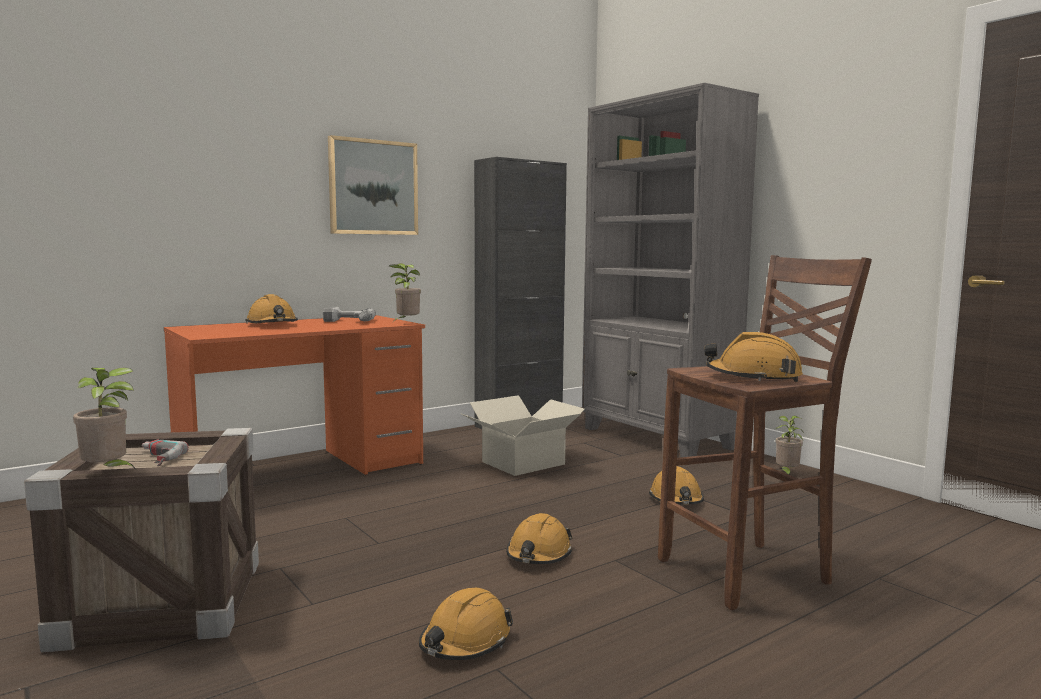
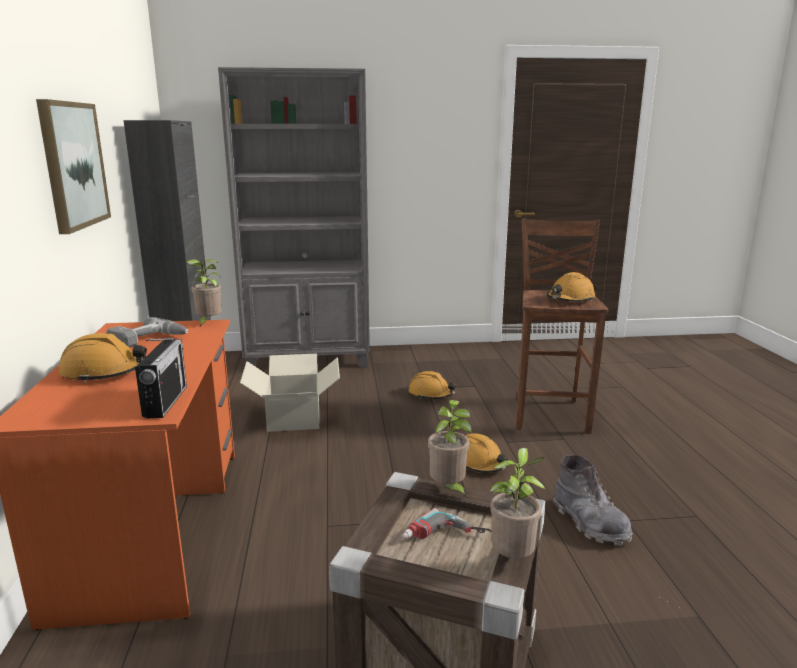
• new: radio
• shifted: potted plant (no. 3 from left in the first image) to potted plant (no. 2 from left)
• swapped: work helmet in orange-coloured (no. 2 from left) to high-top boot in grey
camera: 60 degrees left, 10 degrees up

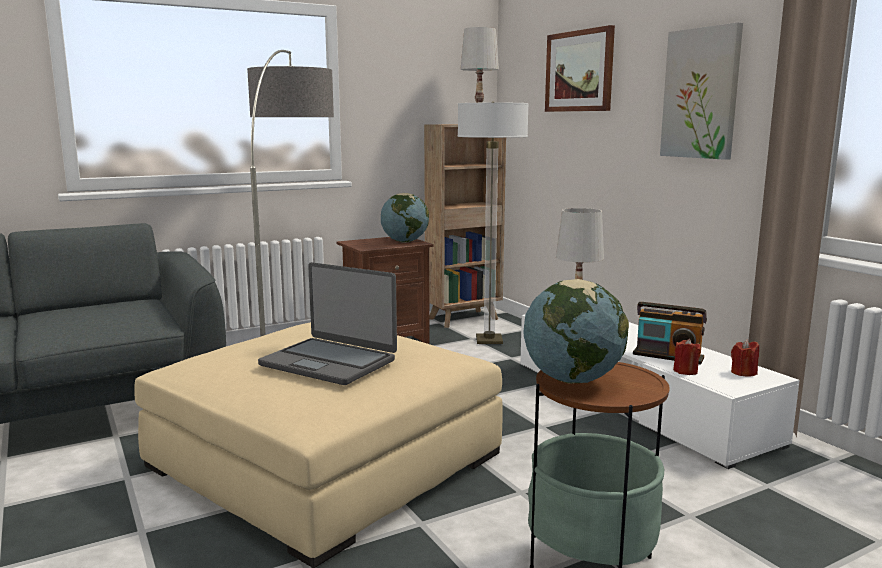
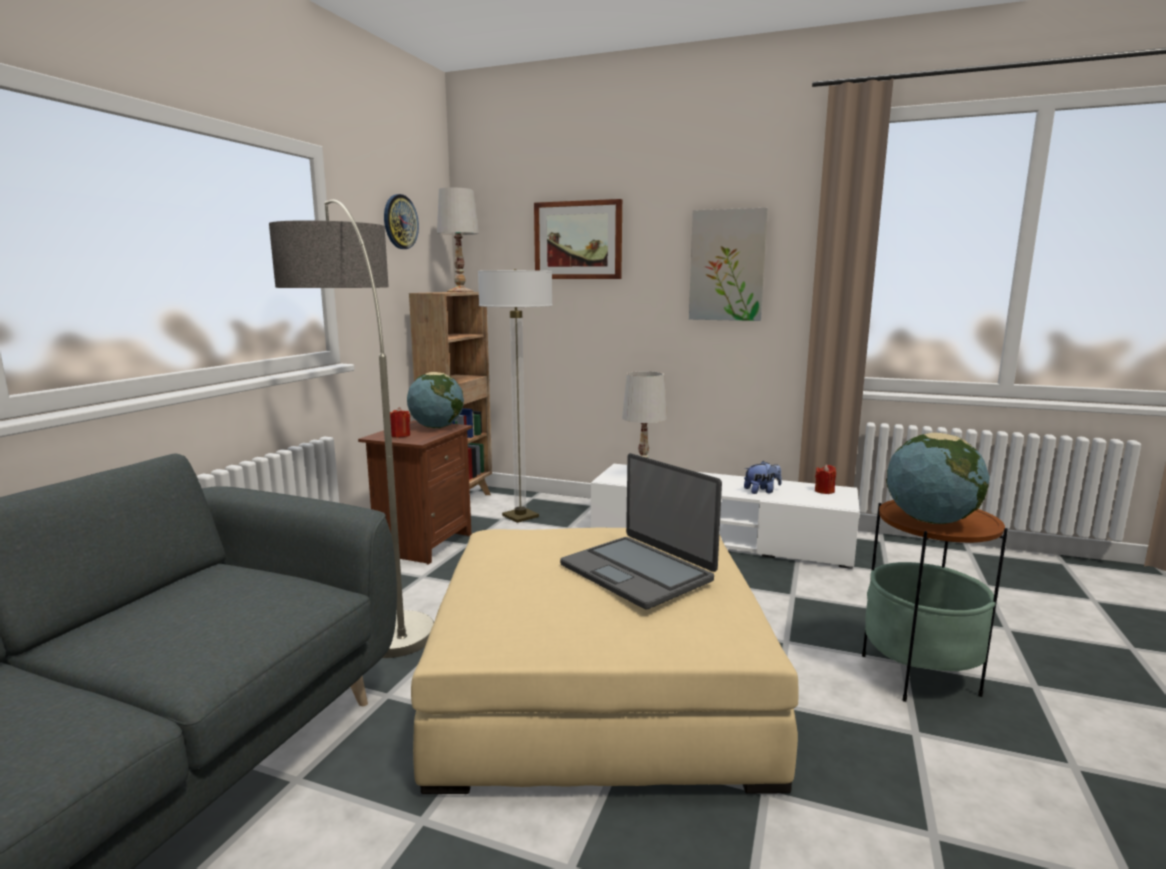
• new: clock on the wall
• shifted: wax candle in red (no. 1 from left)
• swapped: radio to plush toy
• rotated: laptop 60 degrees clockwise
camera: 40 degrees left, 0 degrees up

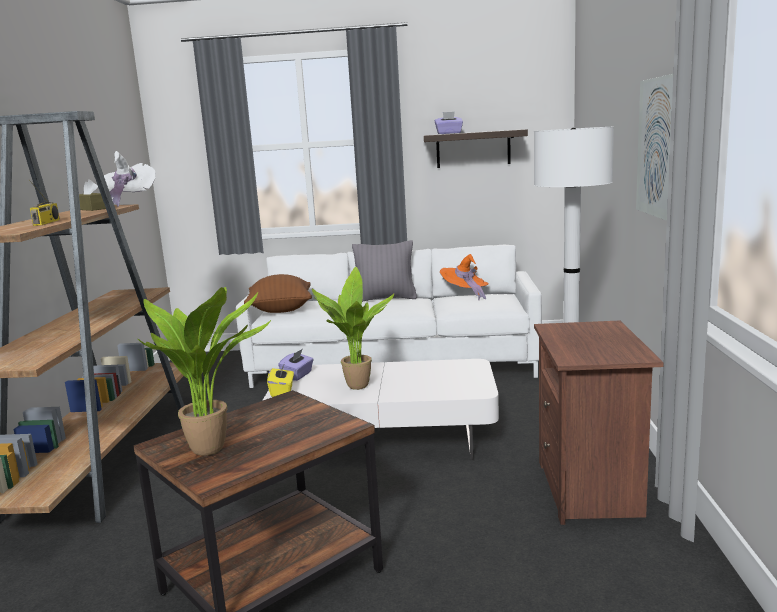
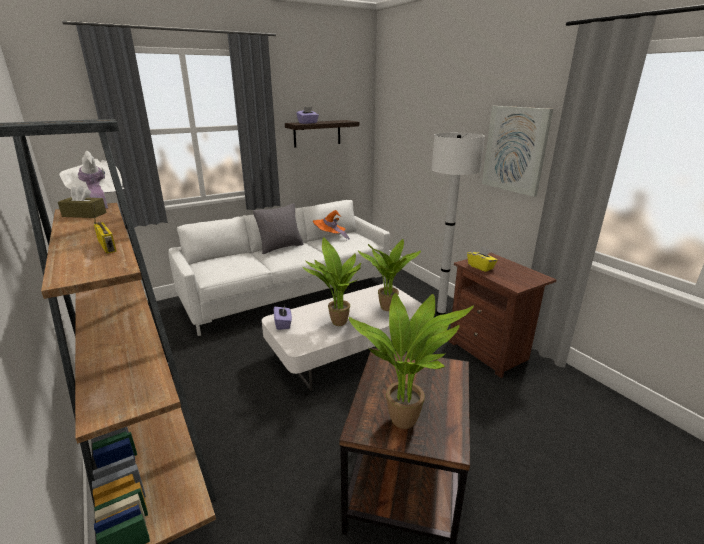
• gone: cushion in brown-coloured
• new: potted plant (no. 2 from left)
• shifted: box of tissues in yellowish
camera: 35 degrees left, 10 degrees up

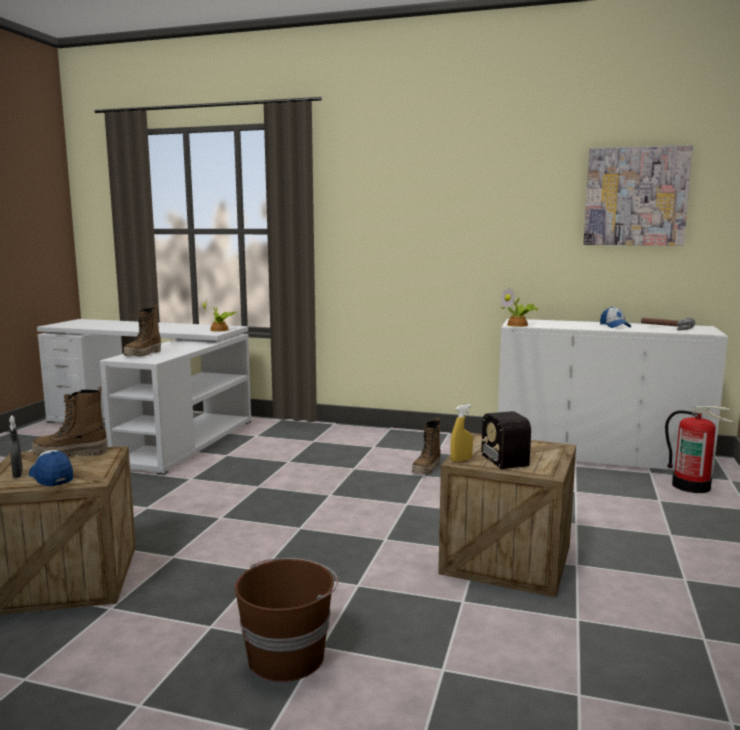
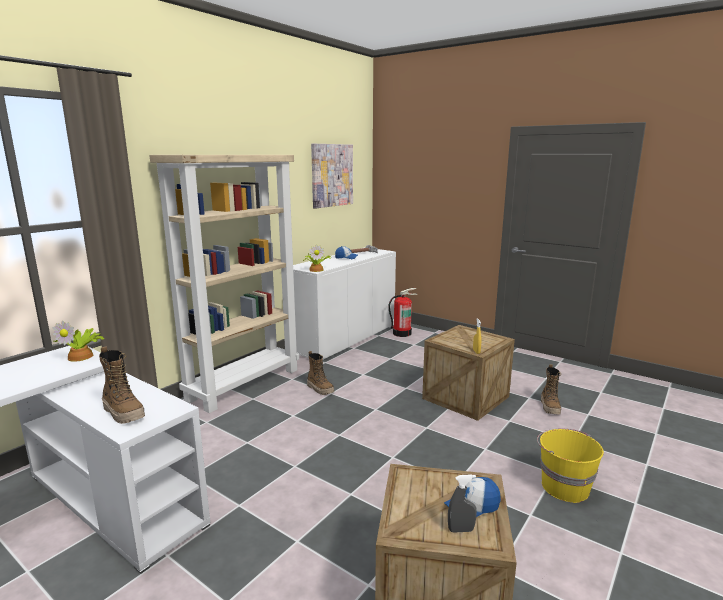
• gone: radio
• new: shelving unit in beige-coloured
• shifted: high-top boot (no. 1 from left in the first image) to high-top boot (no. 3 from left)
• repainted: bucket in brown-coloured to bucket in yellowish
camera: 70 degrees left, 5 degrees up

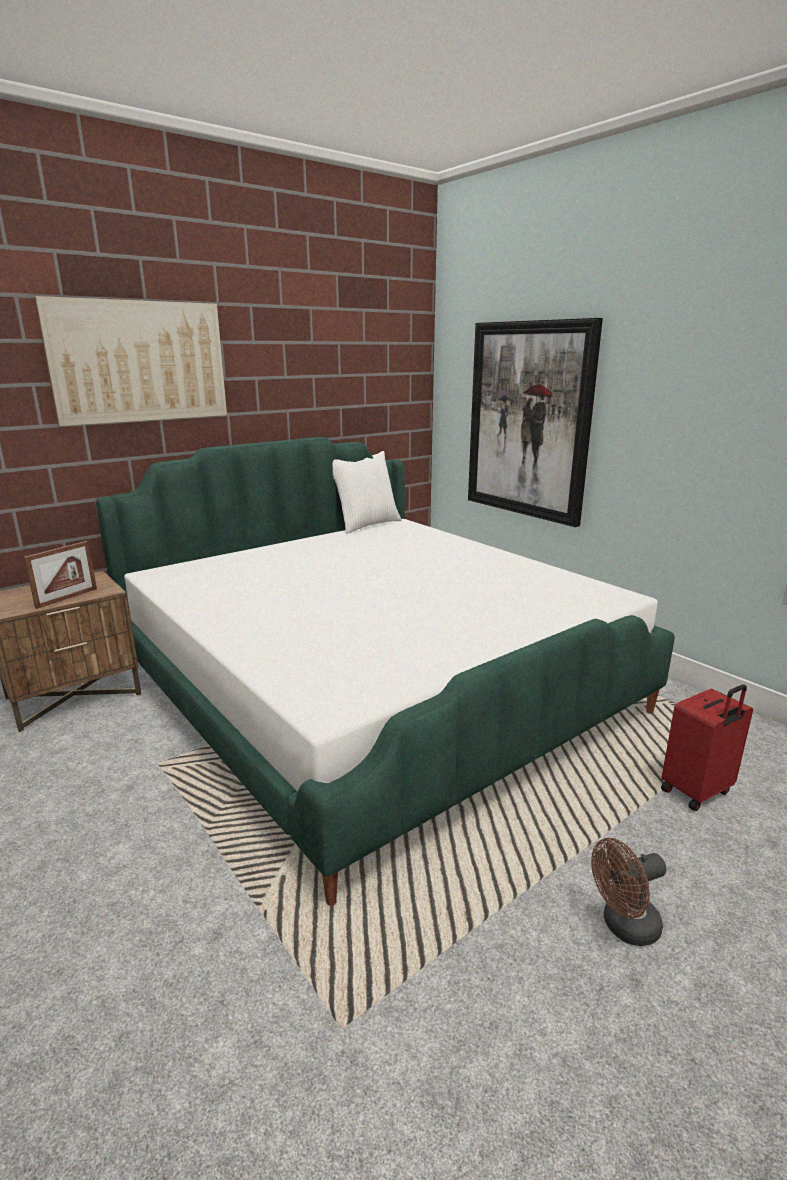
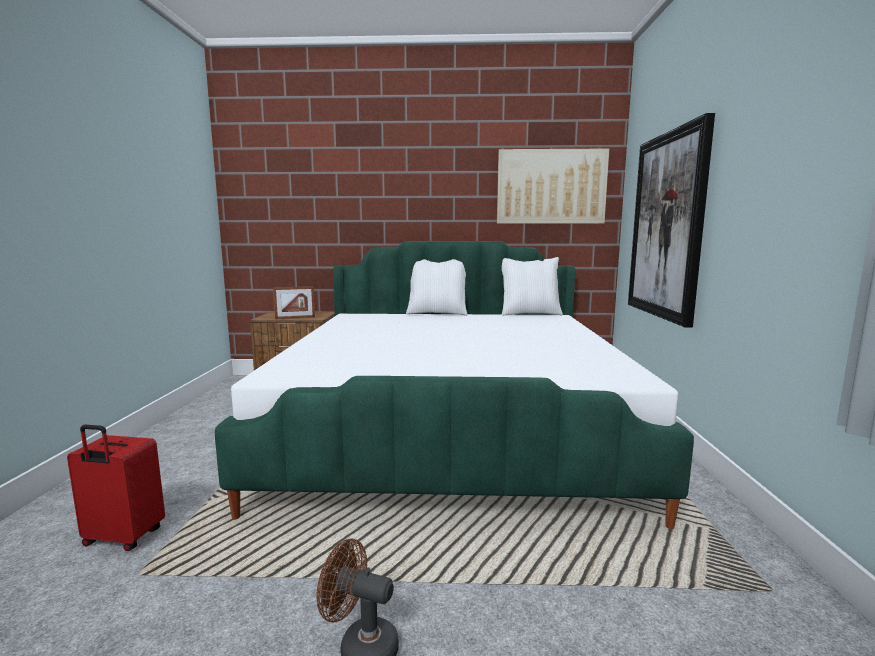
• new: cushion in white-coloured (no. 1 from left)
• shifted: wall art (no. 1 from left)
• shifted: travel case in red
camera: 40 degrees right, 10 degrees down

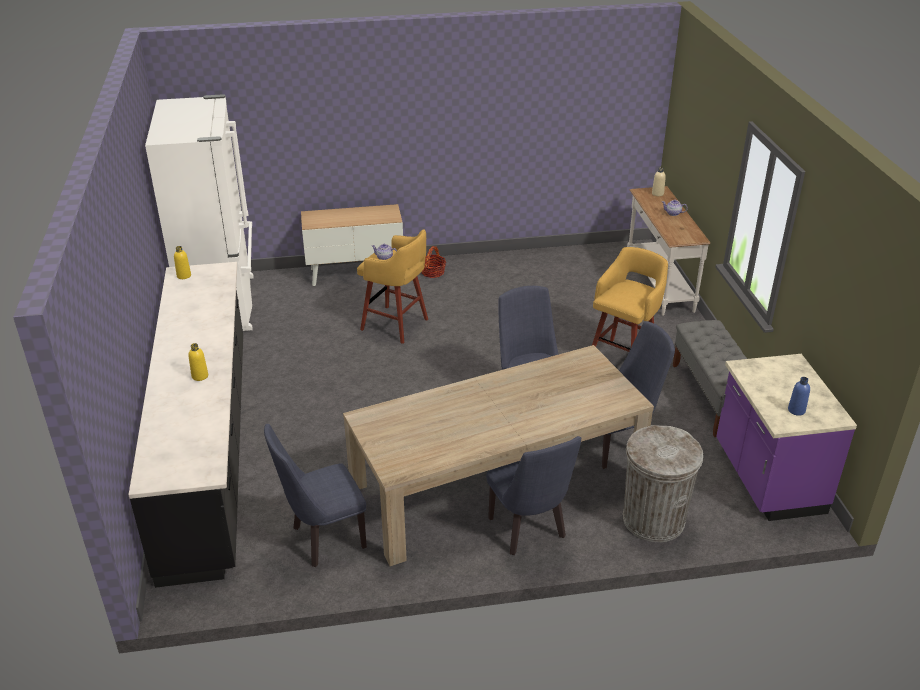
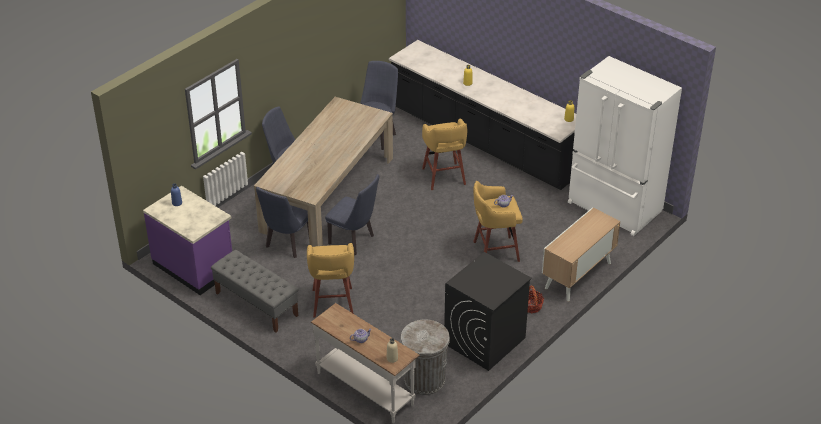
• new: stool in yellowish (no. 2 from left)
• new: laundry appliance in black-coloured
• shifted: trash can in grey
camera: 140 degrees right, 5 degrees up

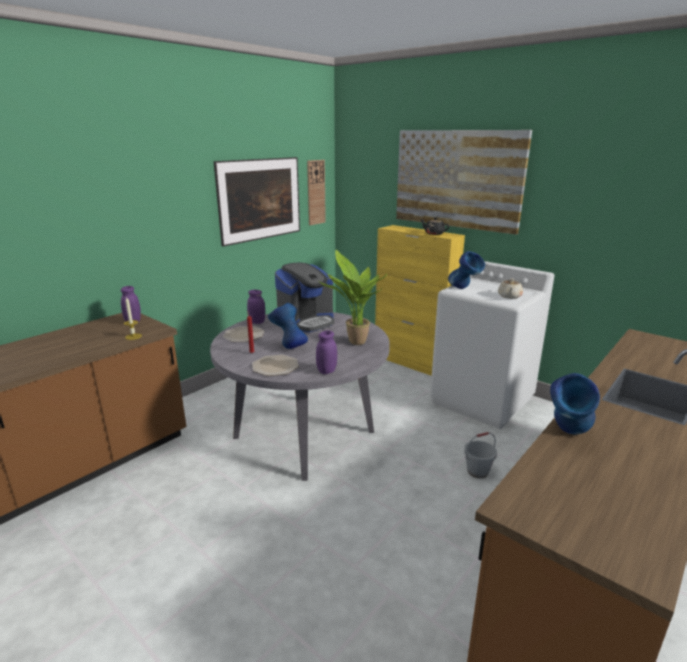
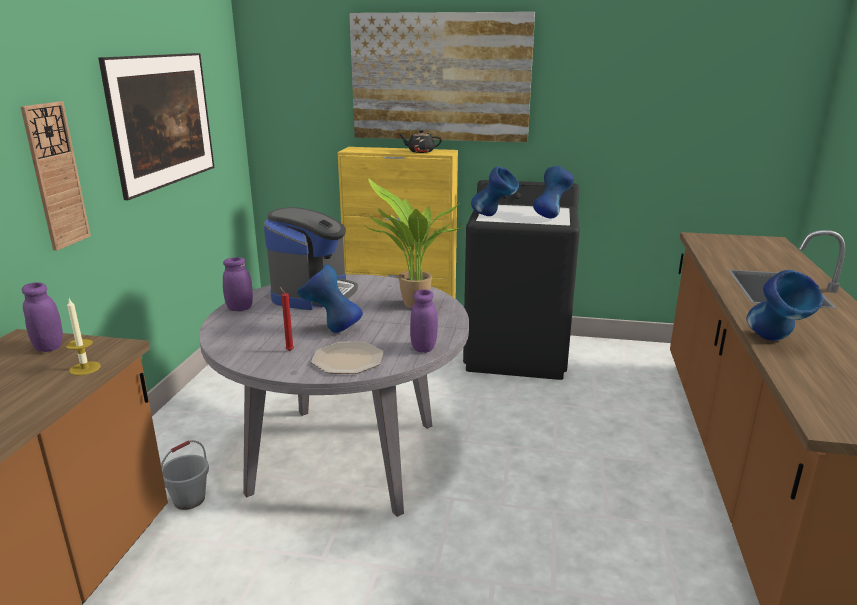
• gone: flat dish (no. 1 from left)
• shifted: clock on the wall
• shifted: bucket in grey
• swapped: tea pot in beige-coloured to vase in bluish (no. 3 from left)
• repainted: laundry appliance in white-coloured to laundry appliance in black-coloured
camera: 30 degrees left, 0 degrees up

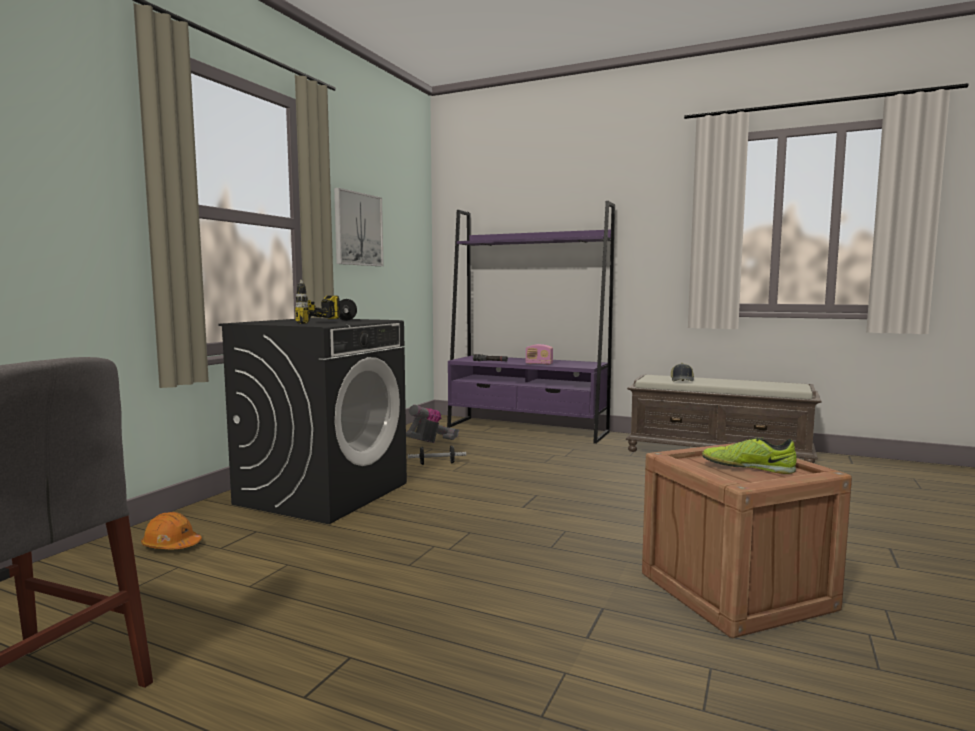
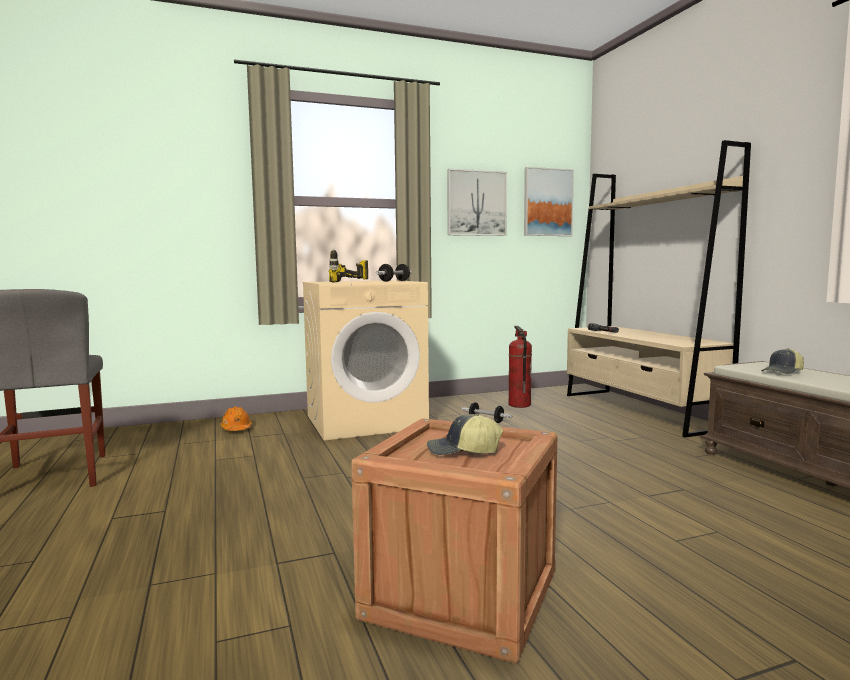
• gone: radio
• new: wall art (no. 2 from left)
• swapped: hoover to fire extinguisher
• swapped: shoe to baseball cap (no. 1 from left)
• repainted: laundry appliance in black-coloured to laundry appliance in beige-coloured
• repainted: shelving unit in purple-coloured to shelving unit in beige-coloured
camera: 45 degrees right, 0 degrees up

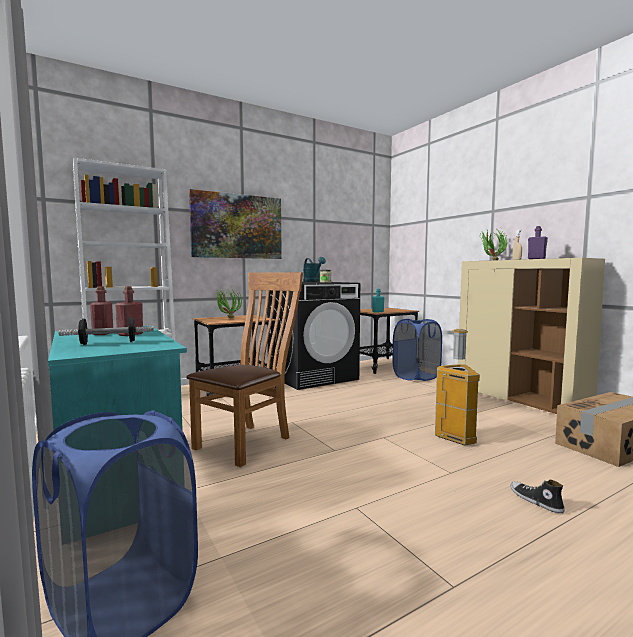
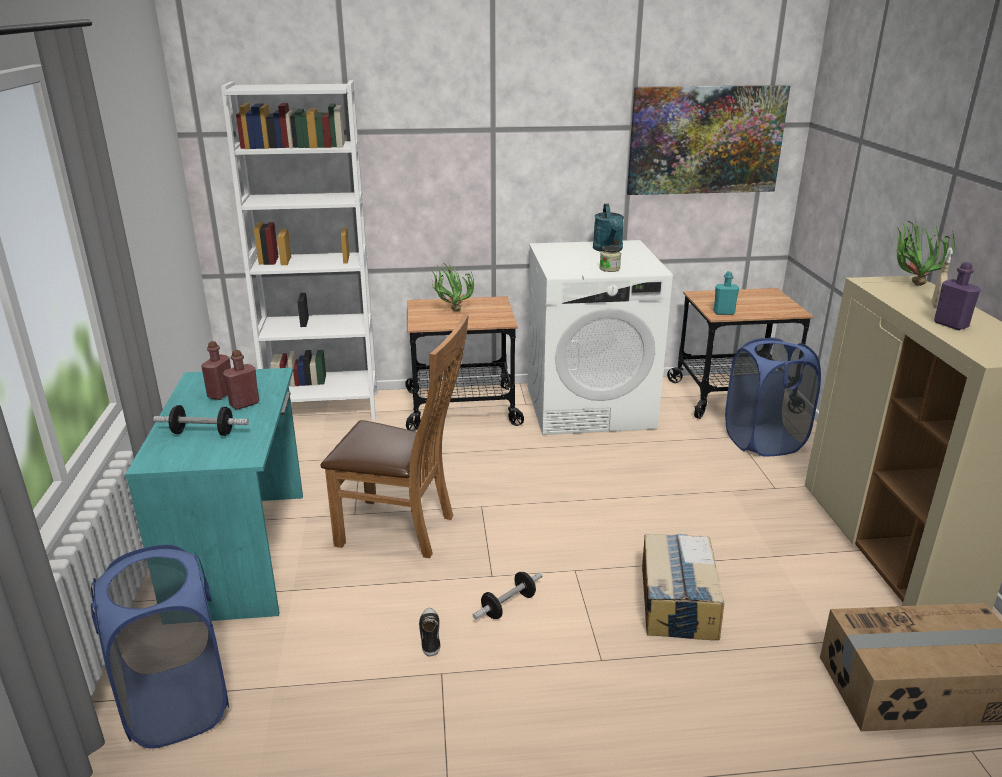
• new: free weight (no. 2 from left)
• shifted: wall art
• shifted: shoe
• swapped: trash can to cardboard box (no. 1 from left)
• repainted: laundry appliance in black-coloured to laundry appliance in white-coloured
• rotated: upright chair in brown-coloured 45 degrees clockwise
camera: 25 degrees right, 20 degrees up

